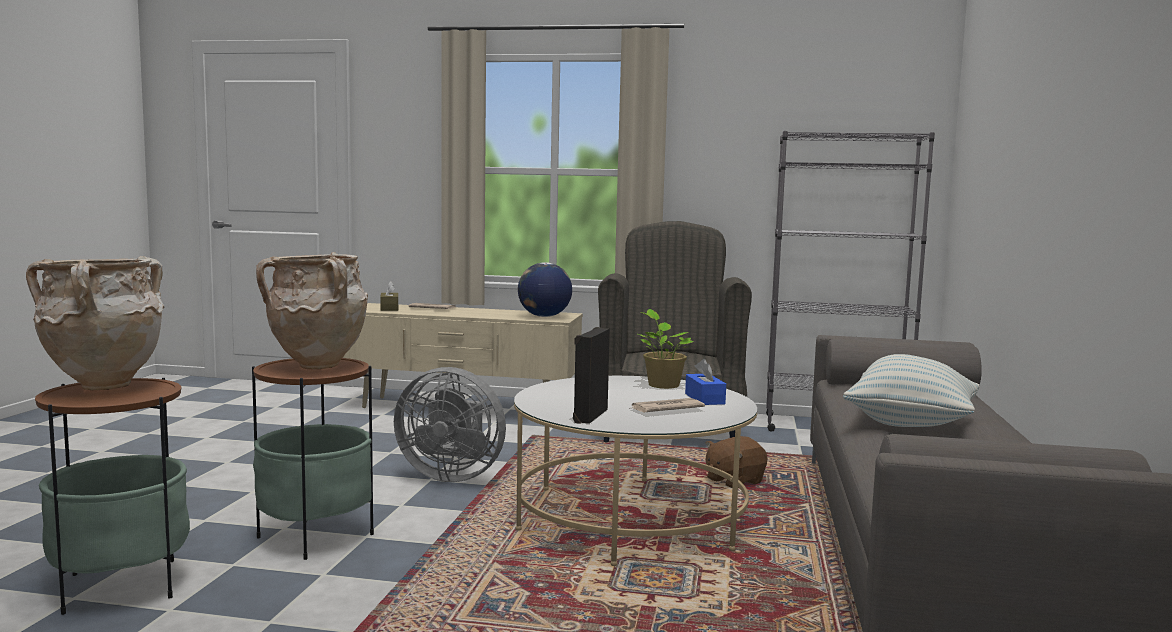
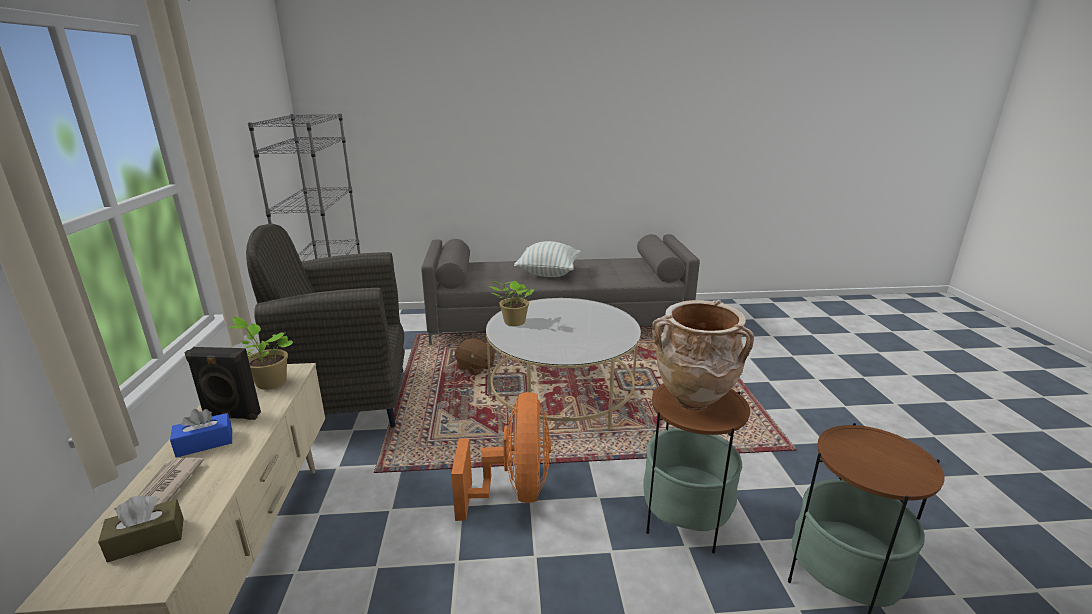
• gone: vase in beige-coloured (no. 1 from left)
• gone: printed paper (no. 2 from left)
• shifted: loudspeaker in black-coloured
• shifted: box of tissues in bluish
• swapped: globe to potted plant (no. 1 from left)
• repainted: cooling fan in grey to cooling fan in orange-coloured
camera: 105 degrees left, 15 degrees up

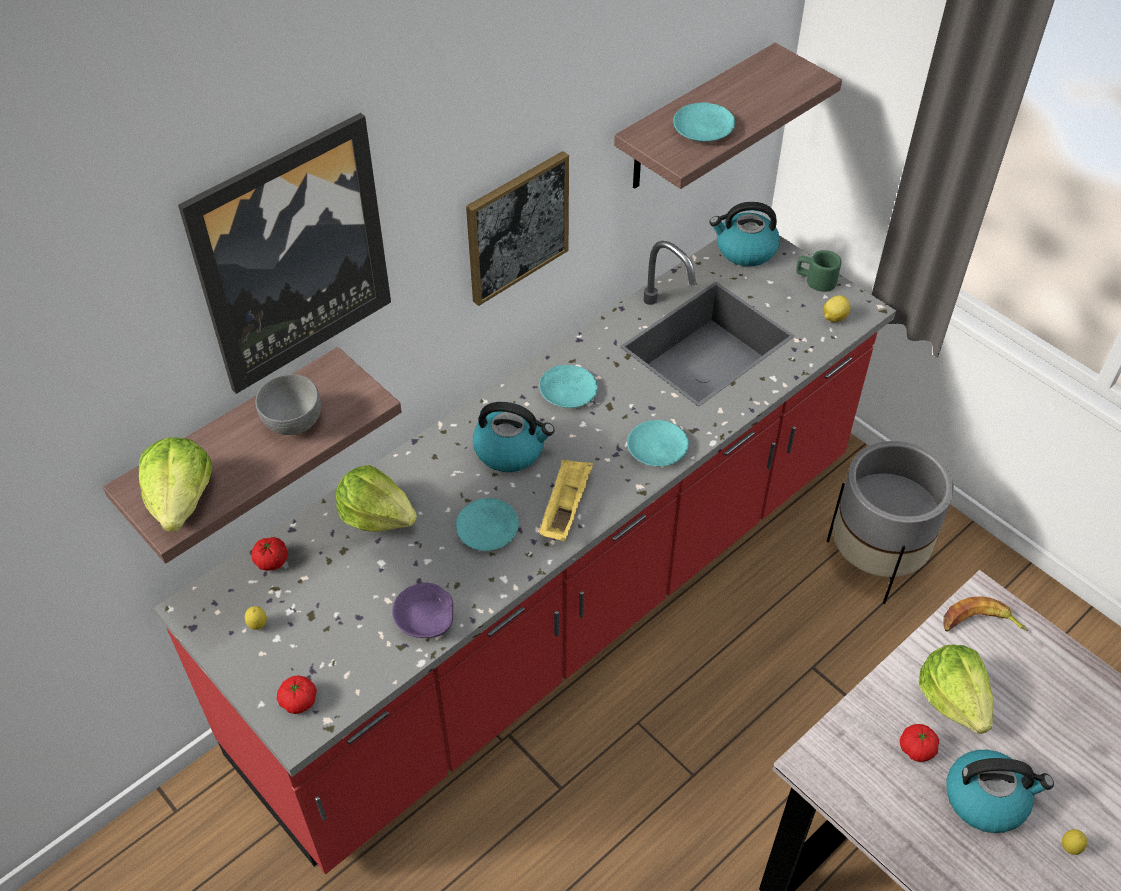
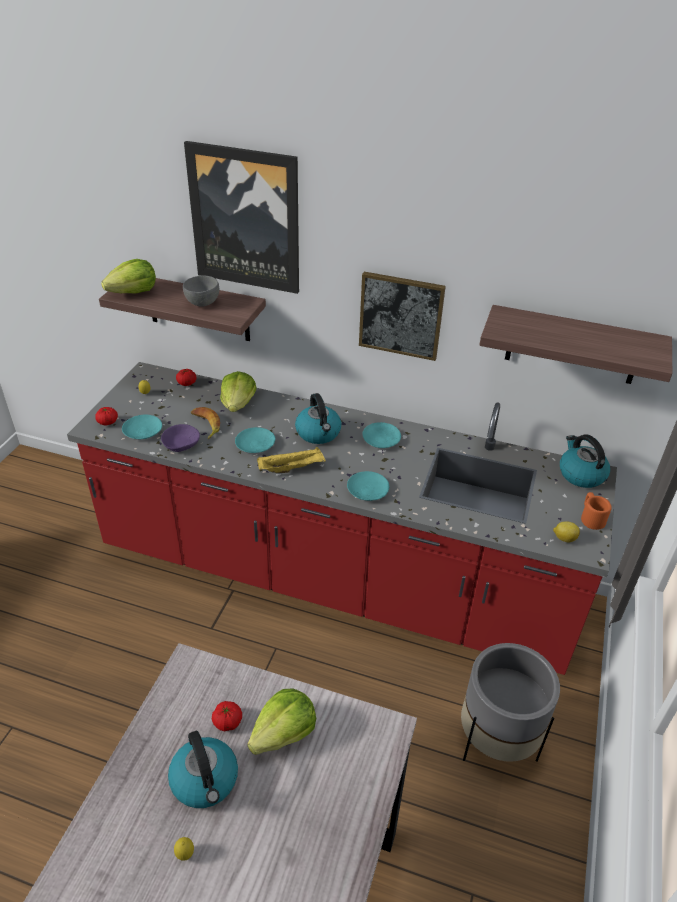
• shifted: flat dish in turquoise (no. 4 from left in the first image) to flat dish in turquoise (no. 1 from left)
• shifted: banana fruit
• repainted: tea mug in green to tea mug in orange-coloured
camera: 60 degrees right, 10 degrees down

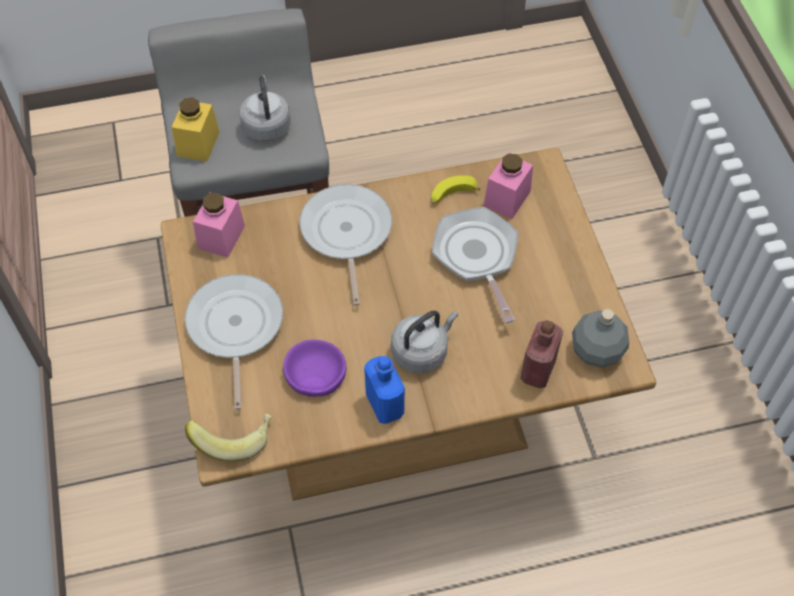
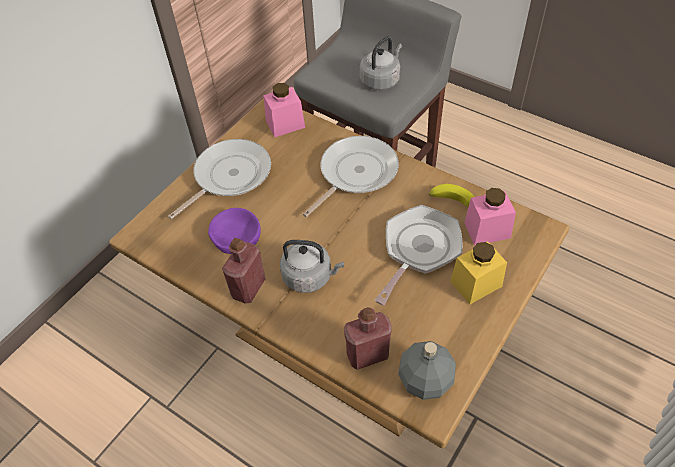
• gone: banana fruit (no. 1 from left)
• shifted: jar in yellowish
• repainted: drink bottle in bluish to drink bottle in red (no. 1 from left)
camera: 50 degrees right, 5 degrees down

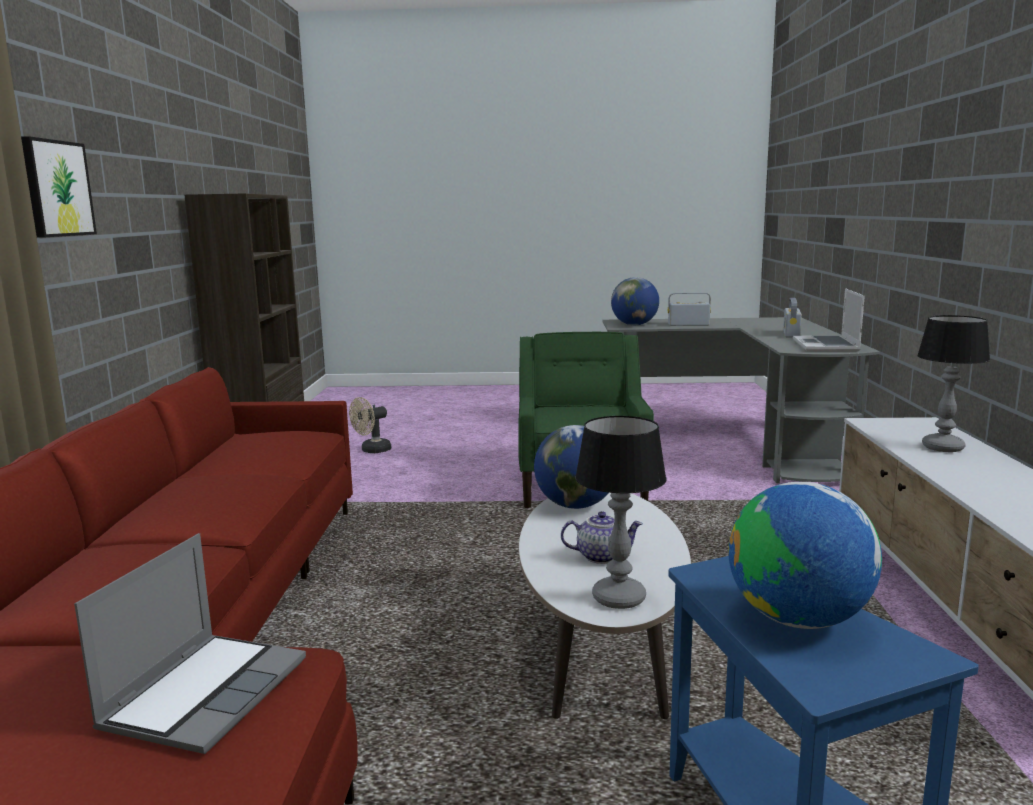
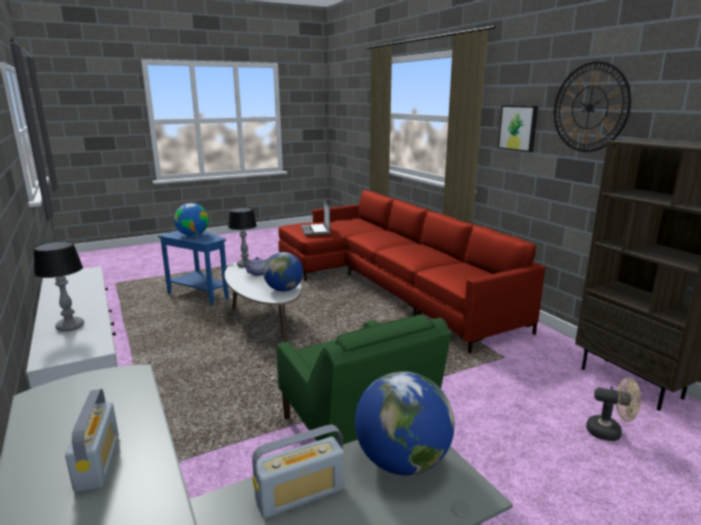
• gone: laptop (no. 2 from left)
• new: clock on the wall
• rotated: cooling fan in beige-coloured 90 degrees clockwise
camera: 150 degrees right, 5 degrees up

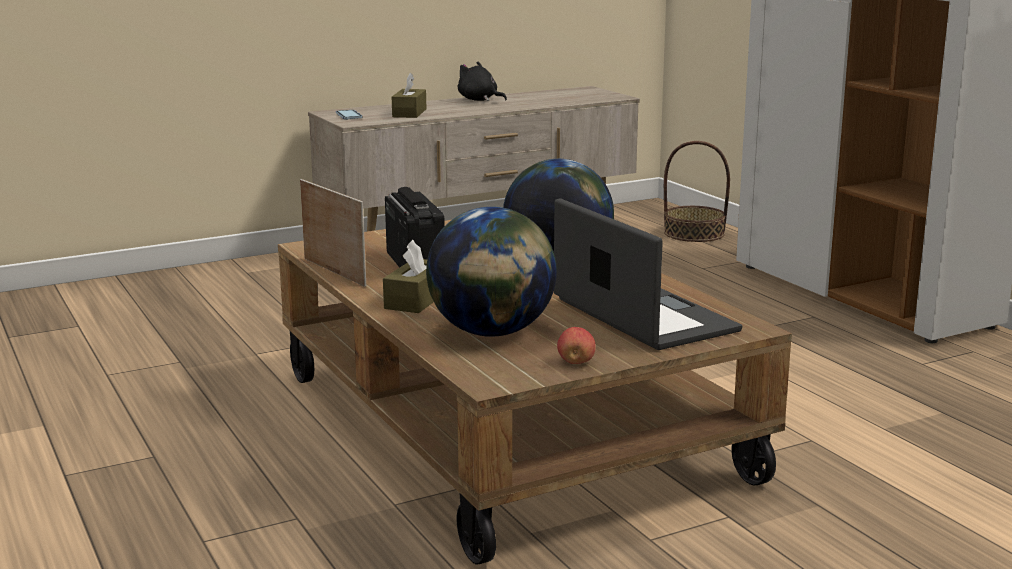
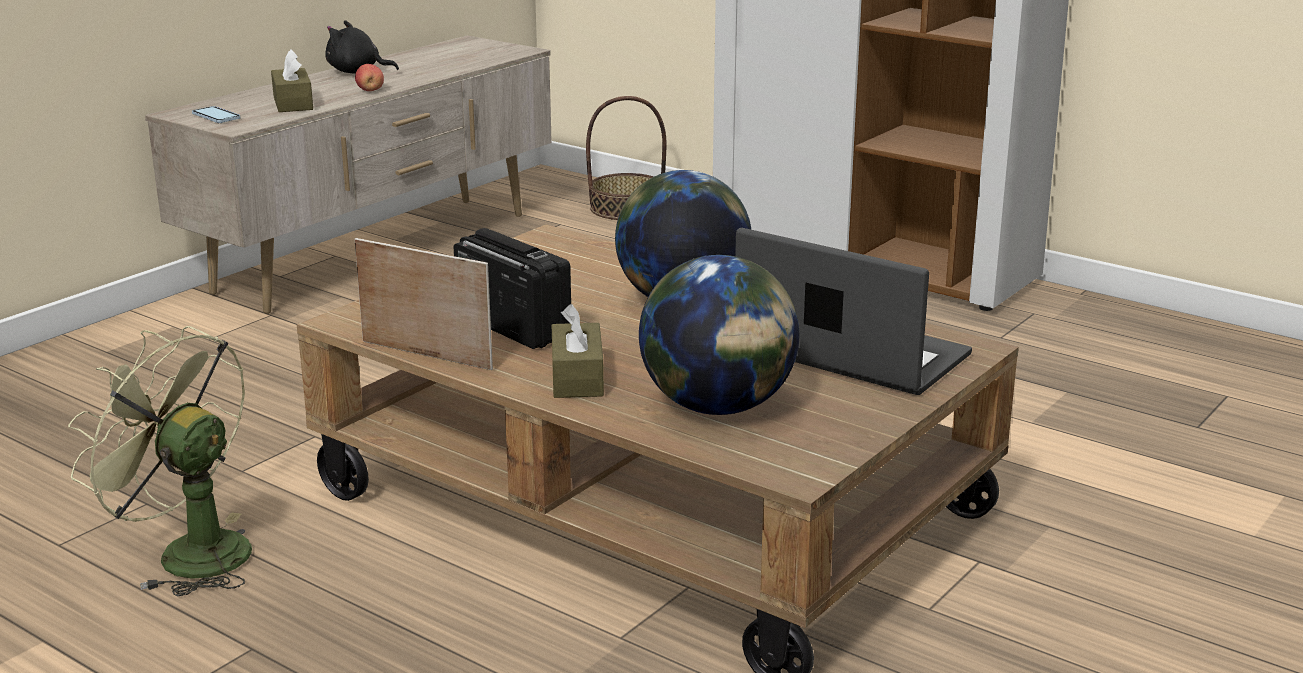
• new: cooling fan in green
• shifted: whole apple
camera: 25 degrees left, 5 degrees up

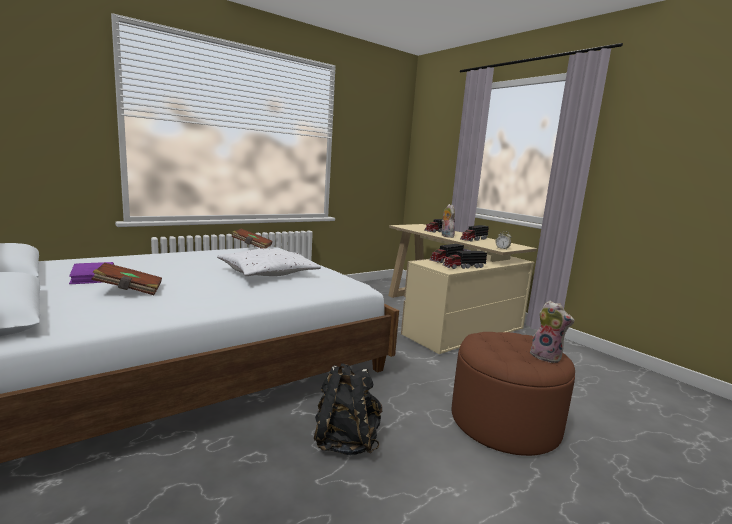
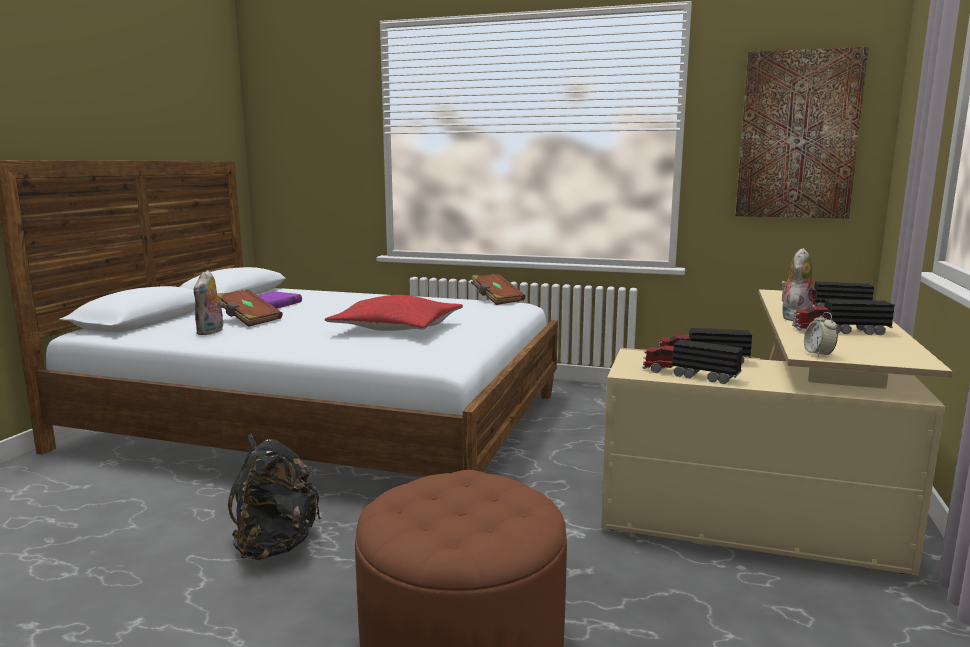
• new: wall art
• shifted: plush toy (no. 2 from left in the first image) to plush toy (no. 1 from left)
• repainted: cushion in white-coloured to cushion in red
camera: 55 degrees right, 0 degrees up

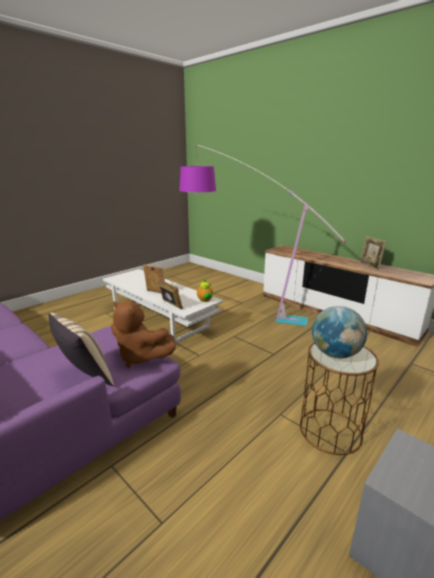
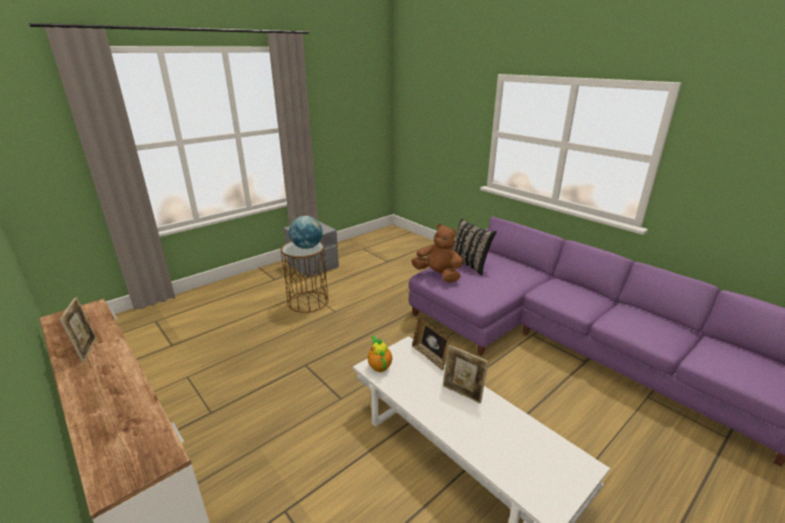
• gone: floor lamp
• repainted: cushion in beige-coloured to cushion in black-coloured
camera: 175 degrees left, 5 degrees up

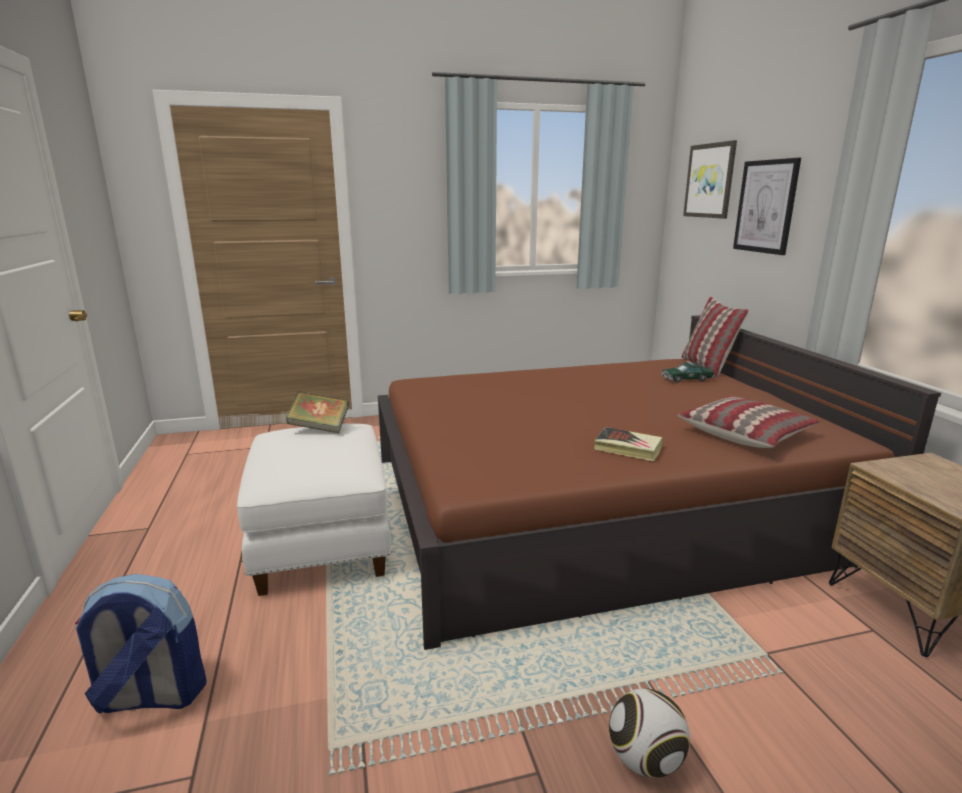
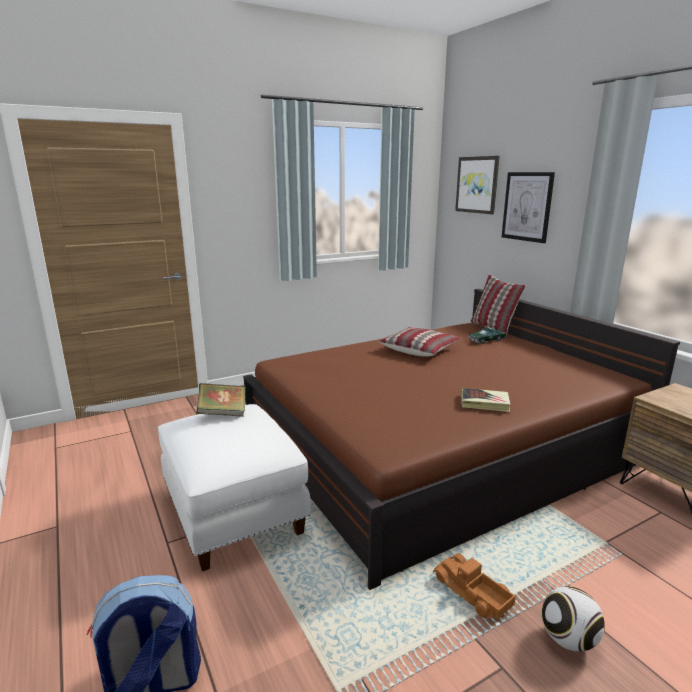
• new: toy lorry
• shifted: cushion (no. 2 from left in the first image) to cushion (no. 1 from left)
camera: 15 degrees left, 0 degrees up

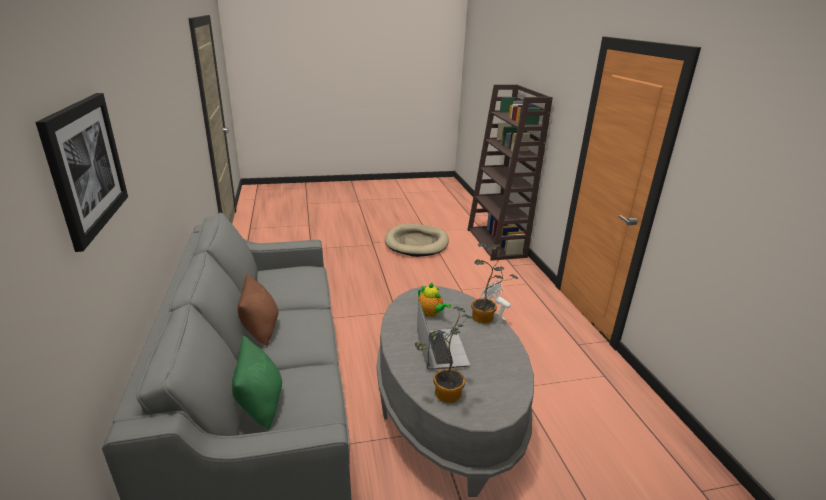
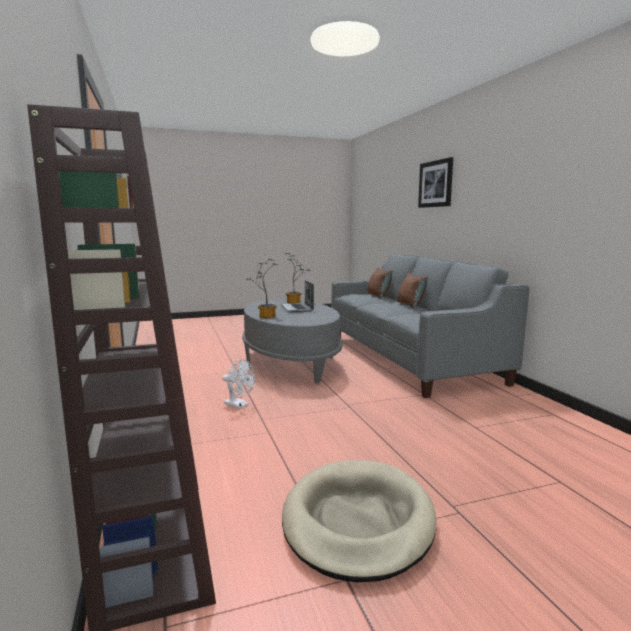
• gone: tea pot
• repainted: cushion in green to cushion in brown-coloured (no. 1 from left)
camera: 175 degrees right, 15 degrees down

